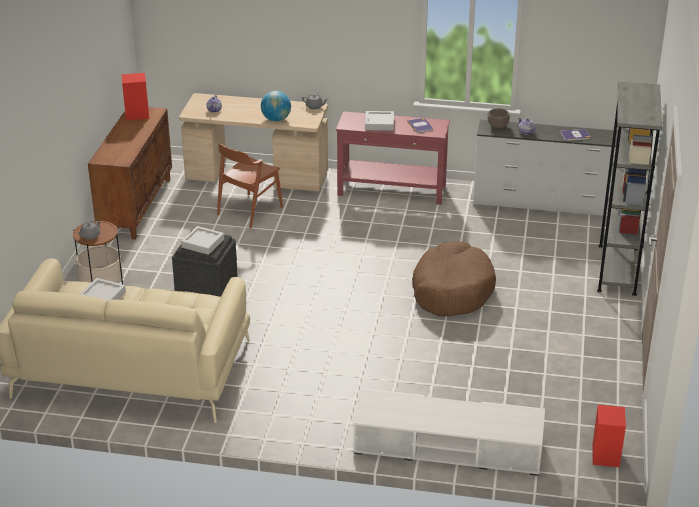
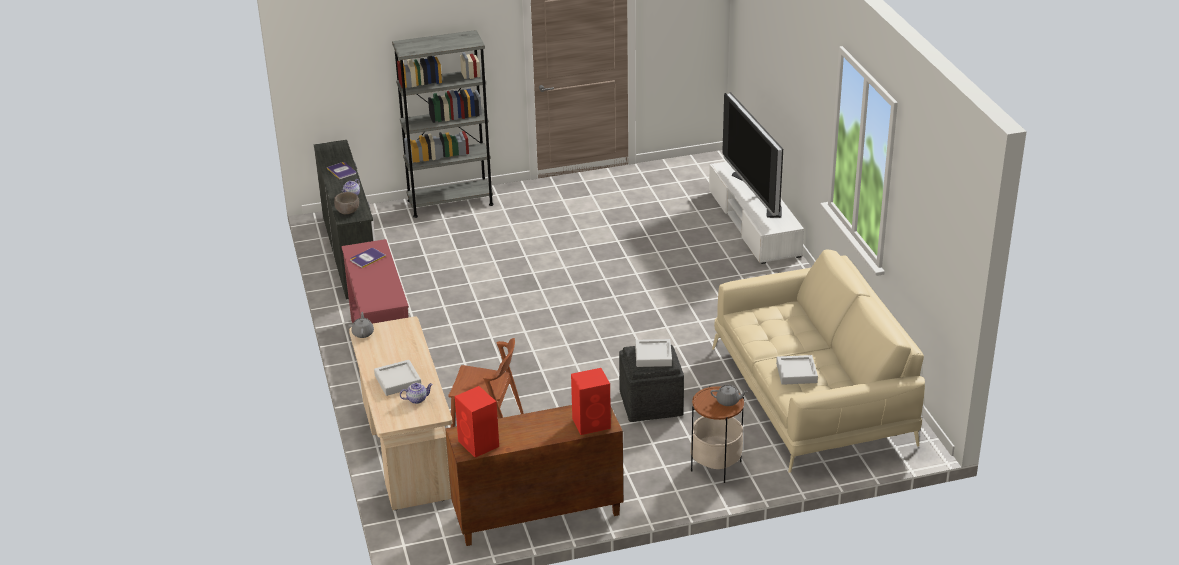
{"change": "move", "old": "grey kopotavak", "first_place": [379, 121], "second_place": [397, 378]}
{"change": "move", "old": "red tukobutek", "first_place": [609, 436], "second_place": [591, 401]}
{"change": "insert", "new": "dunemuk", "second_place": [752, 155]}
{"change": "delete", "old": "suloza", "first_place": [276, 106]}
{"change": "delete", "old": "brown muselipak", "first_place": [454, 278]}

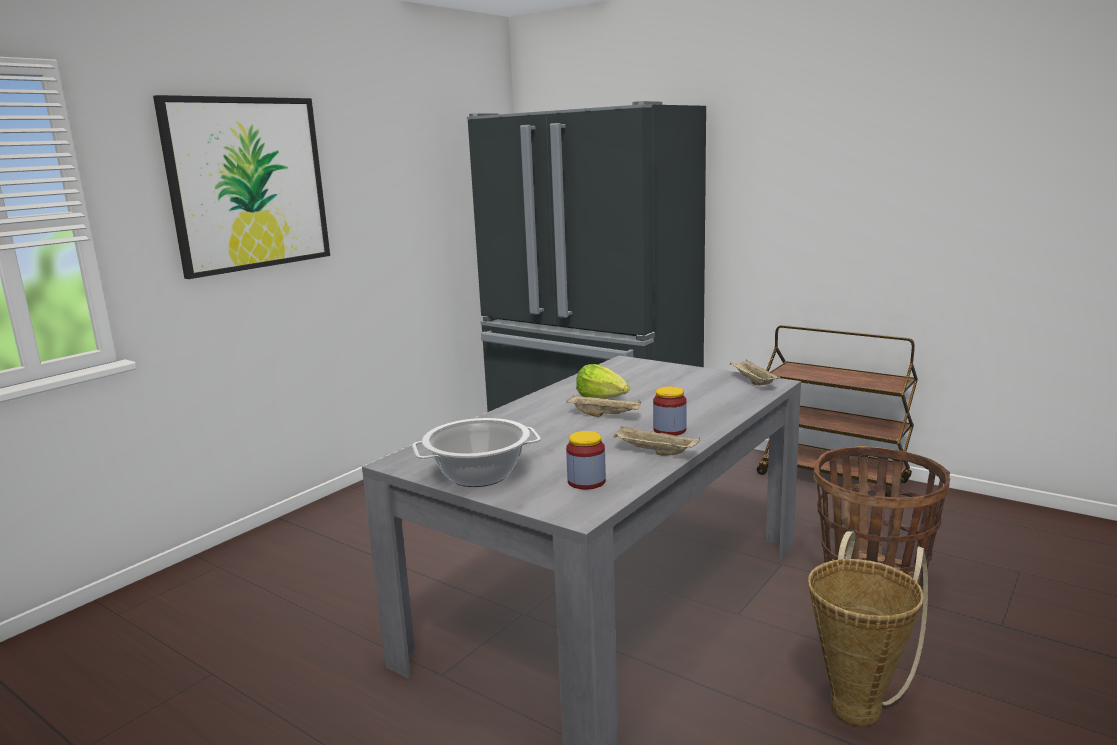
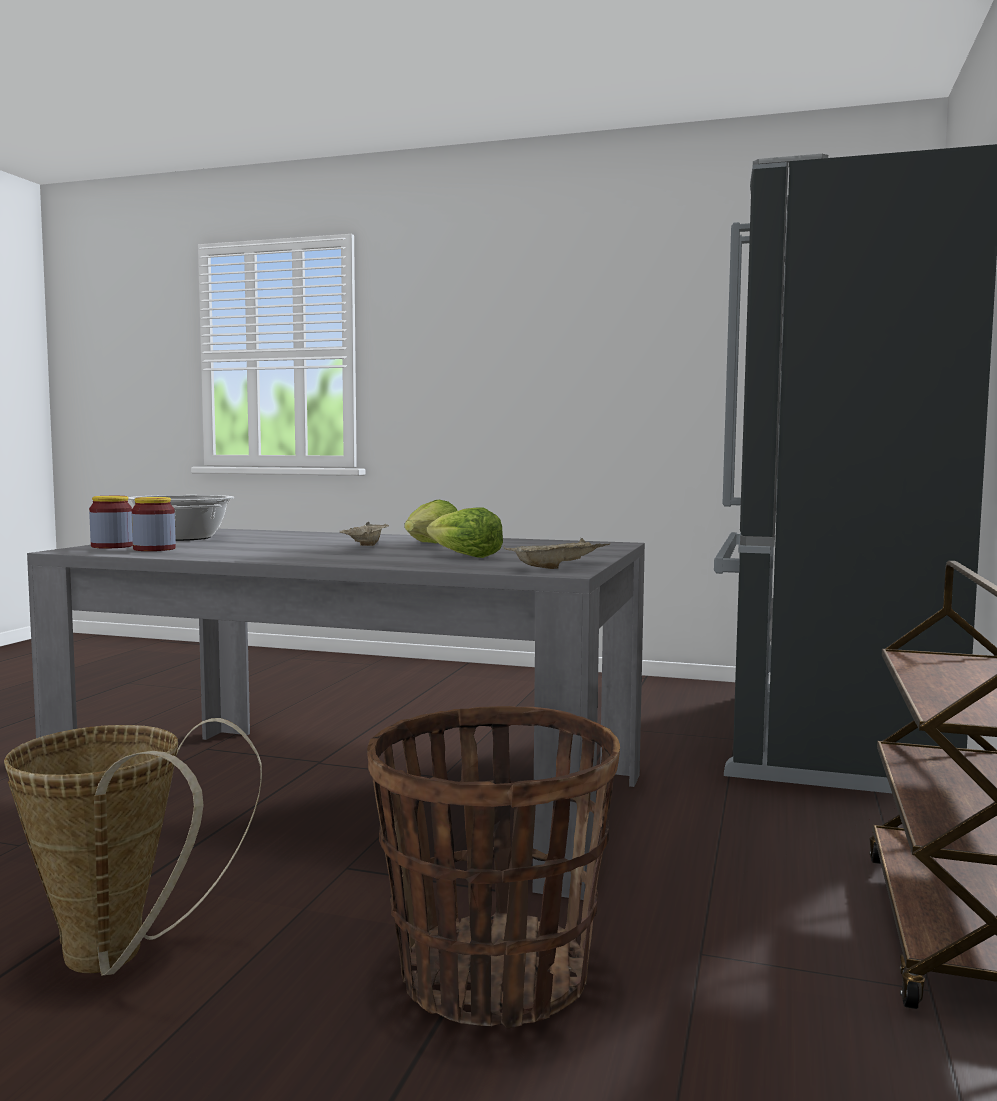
{"change": "move", "old": "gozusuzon", "first_place": [670, 411], "second_place": [111, 522]}
{"change": "insert", "new": "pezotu", "second_place": [465, 532]}
{"change": "delete", "old": "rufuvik", "first_place": [241, 187]}
{"change": "delete", "old": "beige kopotavak", "first_place": [657, 441]}

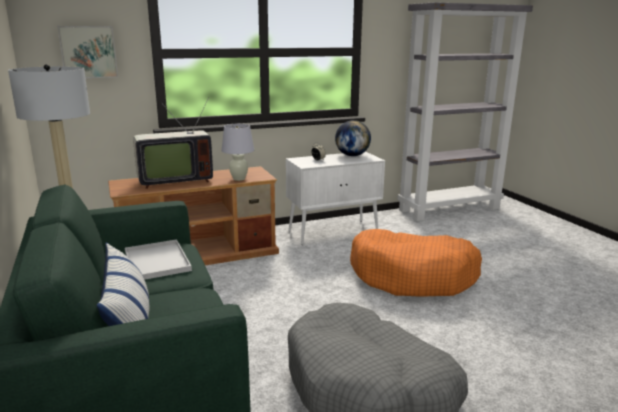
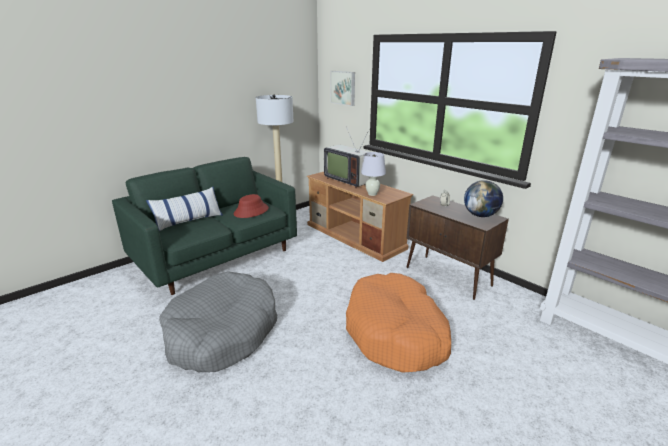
{"change": "replace", "old": "white kopotavak", "new": "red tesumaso", "first_place": [158, 259], "second_place": [251, 206]}
{"change": "recolor", "old": "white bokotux", "new": "brown bokotux", "first_place": [335, 198], "second_place": [458, 247]}

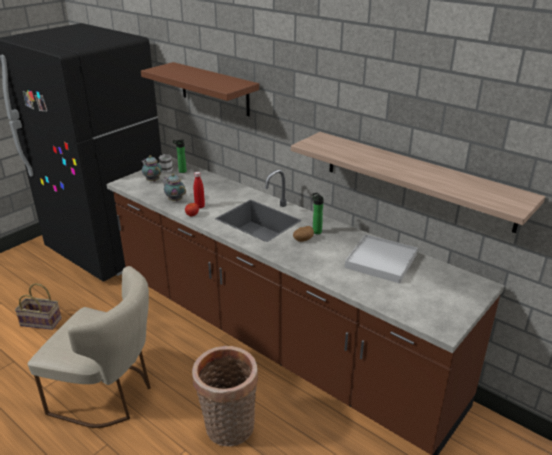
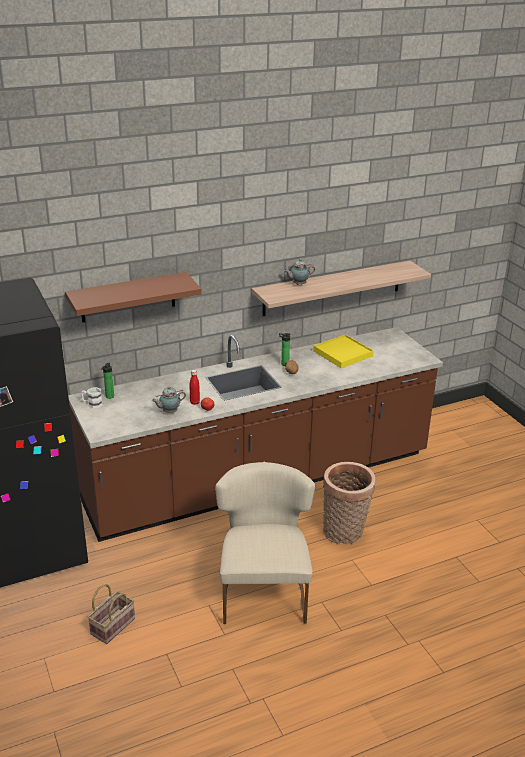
{"change": "rotate", "old": "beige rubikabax", "first_place": [89, 347], "second_place": [265, 543], "degrees": -45}
{"change": "move", "old": "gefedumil", "first_place": [152, 168], "second_place": [299, 271]}
{"change": "recolor", "old": "white kopotavak", "new": "yellow kopotavak", "first_place": [381, 259], "second_place": [343, 351]}

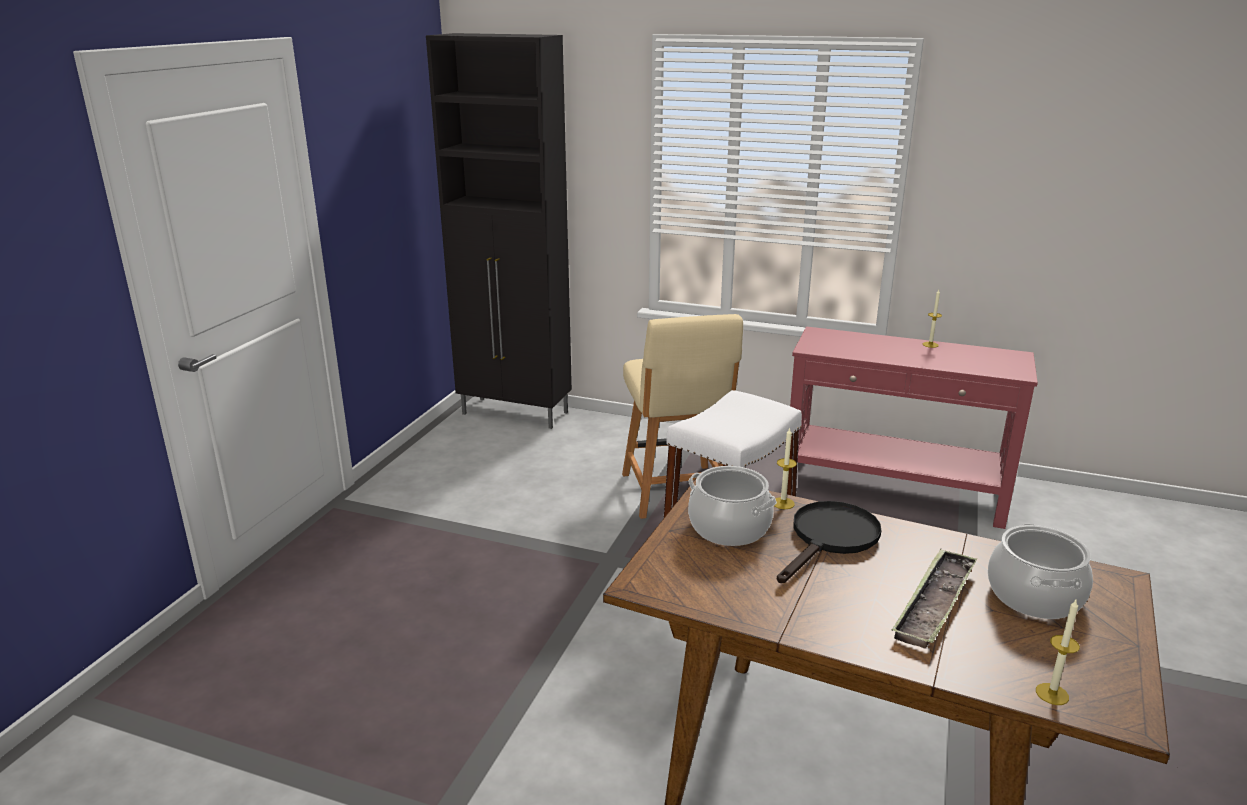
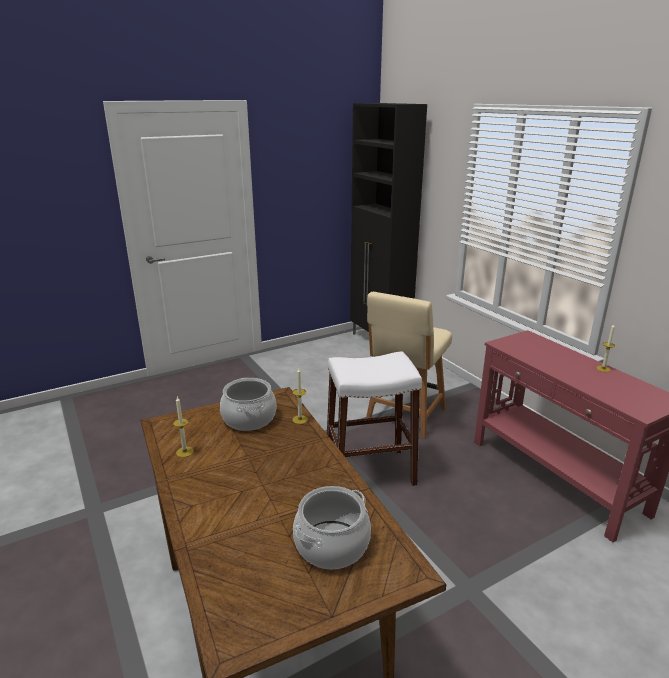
{"change": "move", "old": "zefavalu", "first_place": [1058, 652], "second_place": [183, 427]}
{"change": "delete", "old": "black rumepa", "first_place": [829, 542]}
{"change": "delete", "old": "kopotavak", "first_place": [934, 599]}

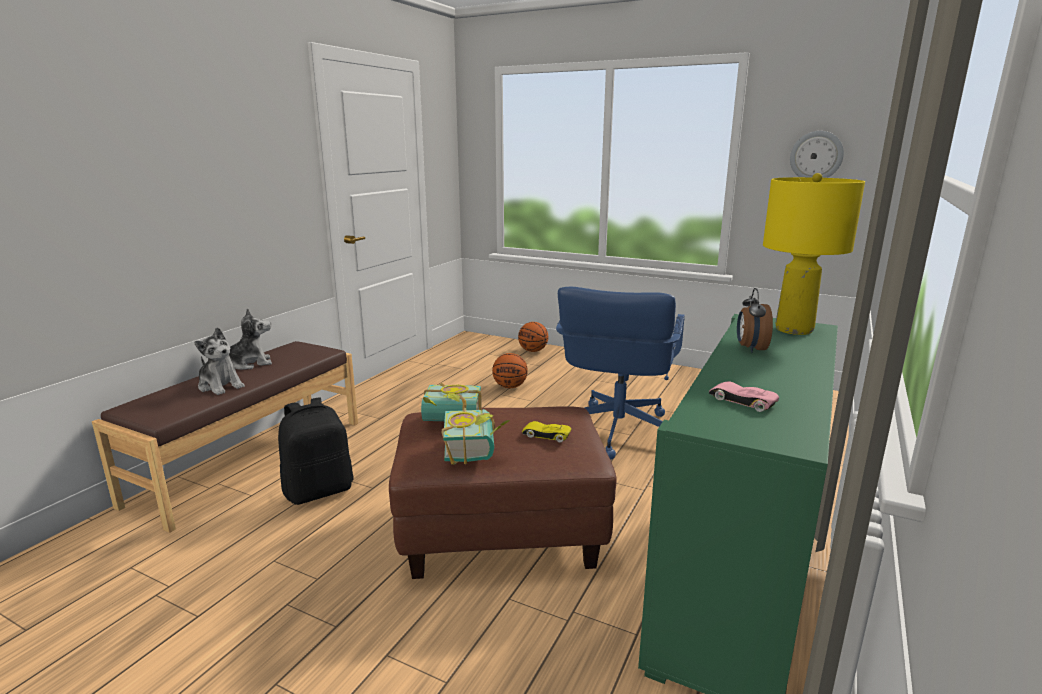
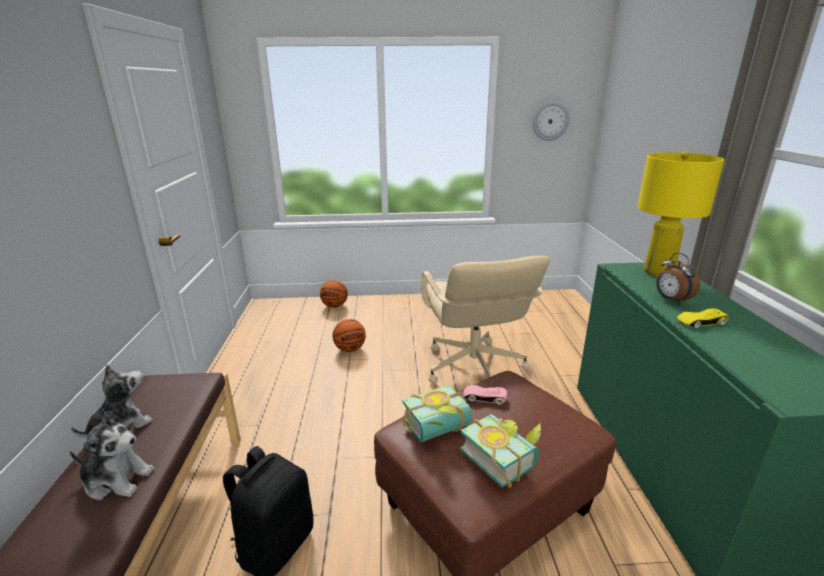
{"change": "recolor", "old": "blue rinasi", "new": "beige rinasi", "first_place": [620, 373], "second_place": [485, 320]}
{"change": "move", "old": "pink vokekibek", "first_place": [744, 396], "second_place": [485, 394]}
{"change": "move", "old": "yellow vokekibek", "first_place": [546, 432], "second_place": [703, 318]}

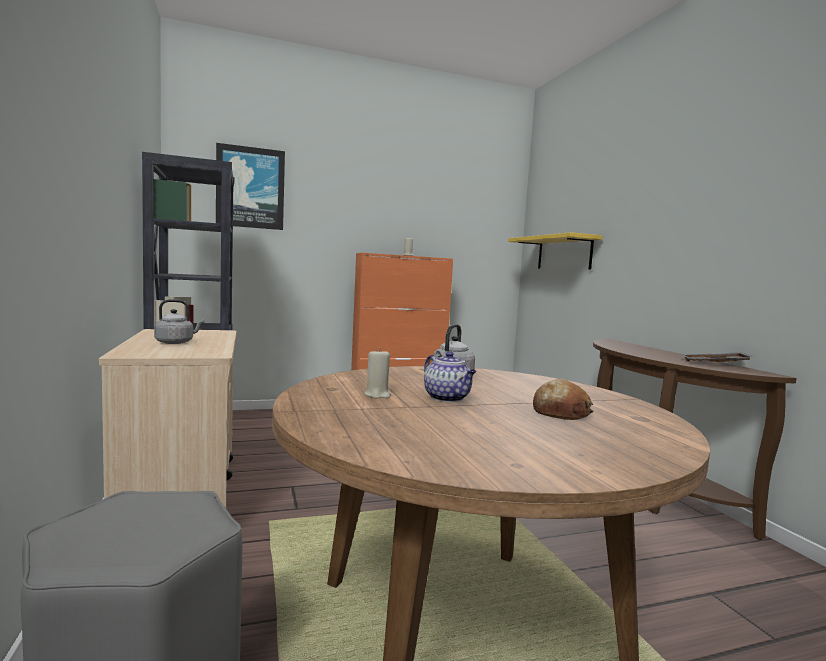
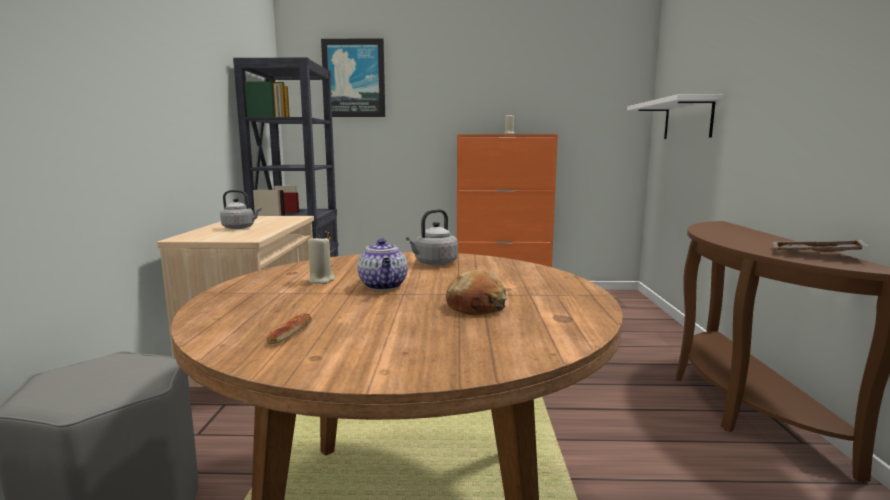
{"change": "insert", "new": "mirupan", "second_place": [289, 328]}
{"change": "recolor", "old": "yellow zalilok", "new": "white zalilok", "first_place": [555, 250], "second_place": [675, 116]}

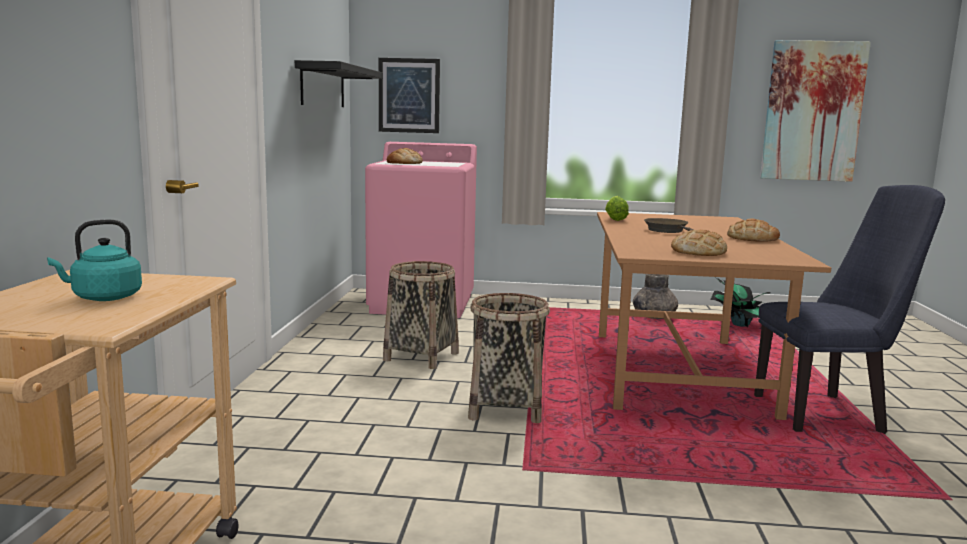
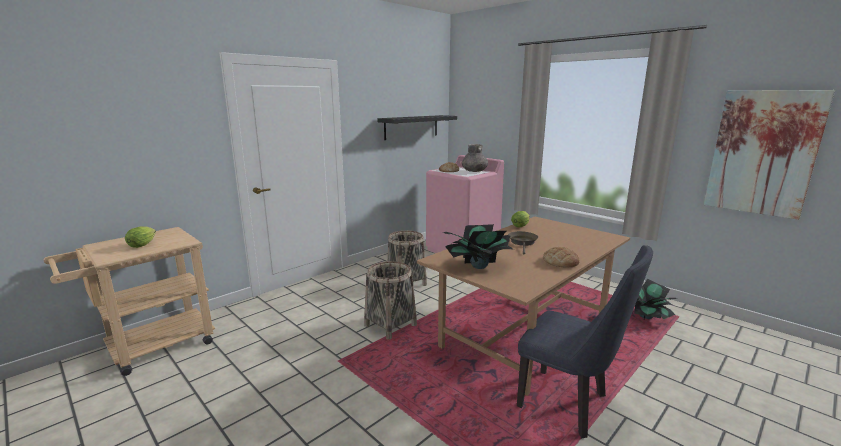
{"change": "replace", "old": "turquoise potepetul", "new": "pezotu", "first_place": [94, 260], "second_place": [140, 237]}
{"change": "replace", "old": "mirupan", "new": "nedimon", "first_place": [699, 243], "second_place": [478, 246]}
{"change": "move", "old": "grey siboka", "first_place": [655, 296], "second_place": [475, 158]}
{"change": "delete", "old": "rufuvik", "first_place": [409, 95]}

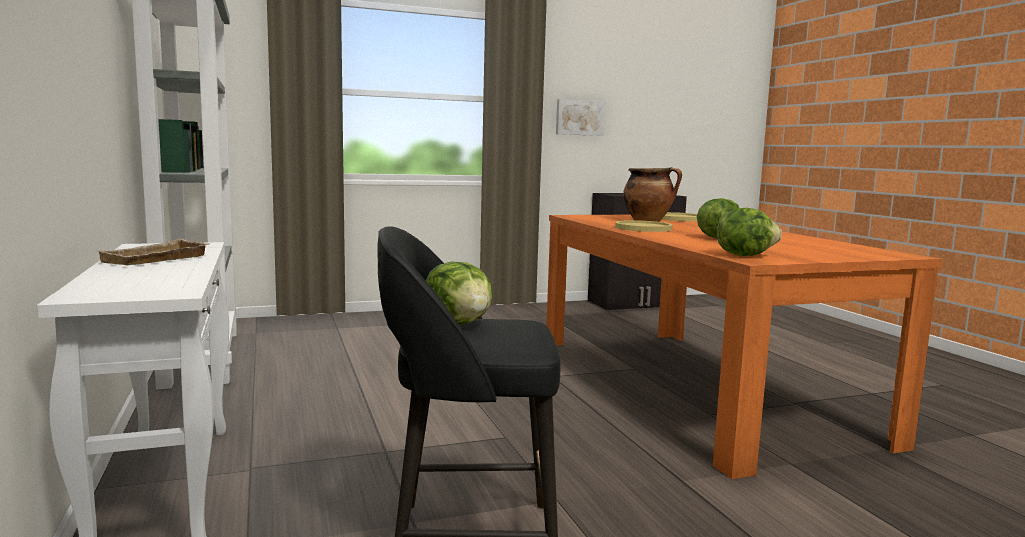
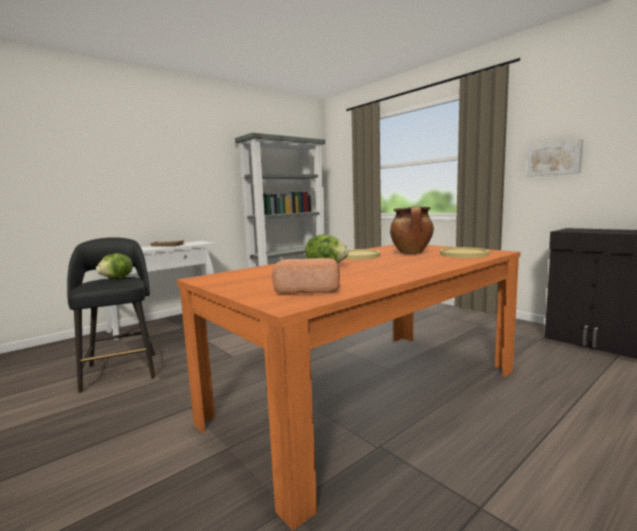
{"change": "insert", "new": "mirupan", "second_place": [306, 276]}
{"change": "delete", "old": "pezotu", "first_place": [749, 232]}

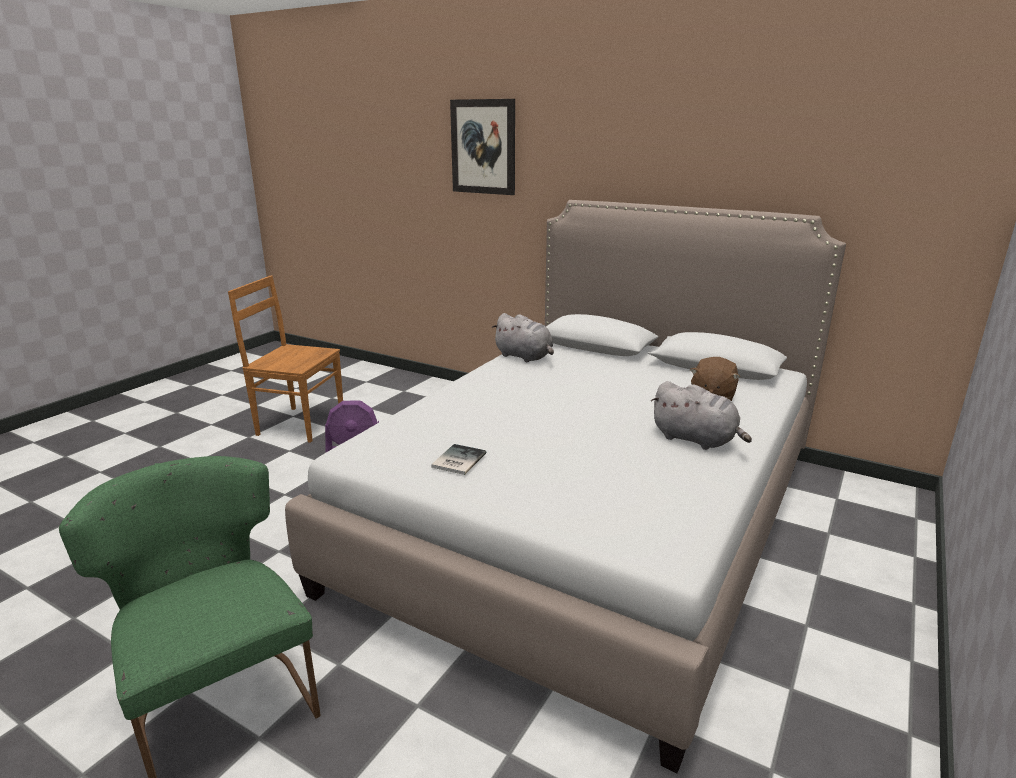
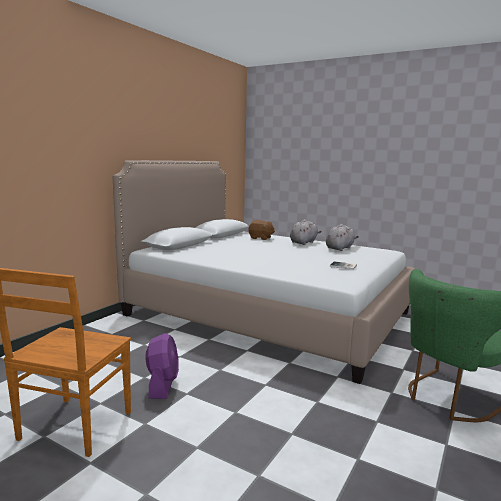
{"change": "move", "old": "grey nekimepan", "first_place": [522, 337], "second_place": [342, 237]}
{"change": "delete", "old": "rufuvik", "first_place": [482, 147]}

